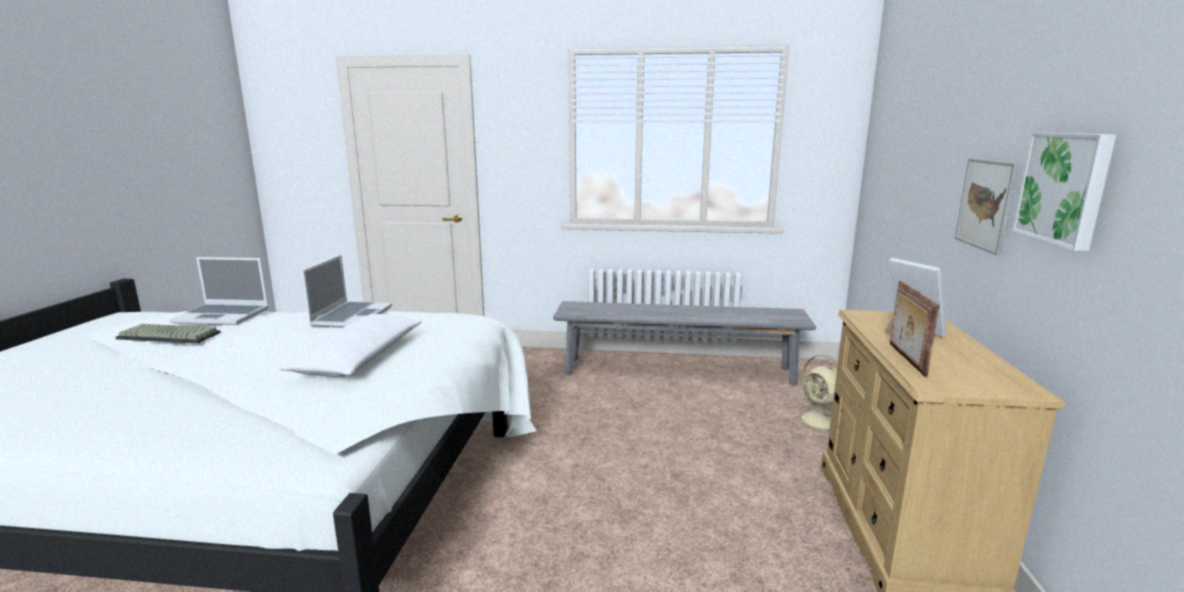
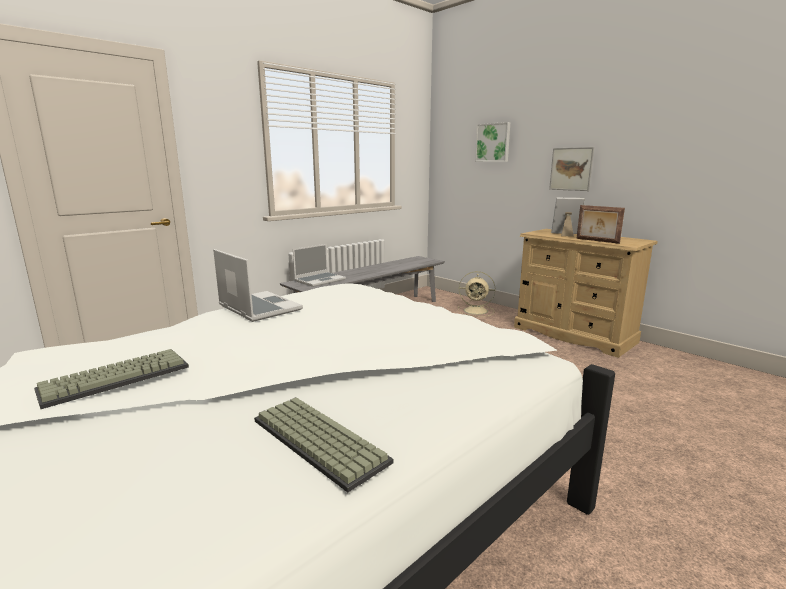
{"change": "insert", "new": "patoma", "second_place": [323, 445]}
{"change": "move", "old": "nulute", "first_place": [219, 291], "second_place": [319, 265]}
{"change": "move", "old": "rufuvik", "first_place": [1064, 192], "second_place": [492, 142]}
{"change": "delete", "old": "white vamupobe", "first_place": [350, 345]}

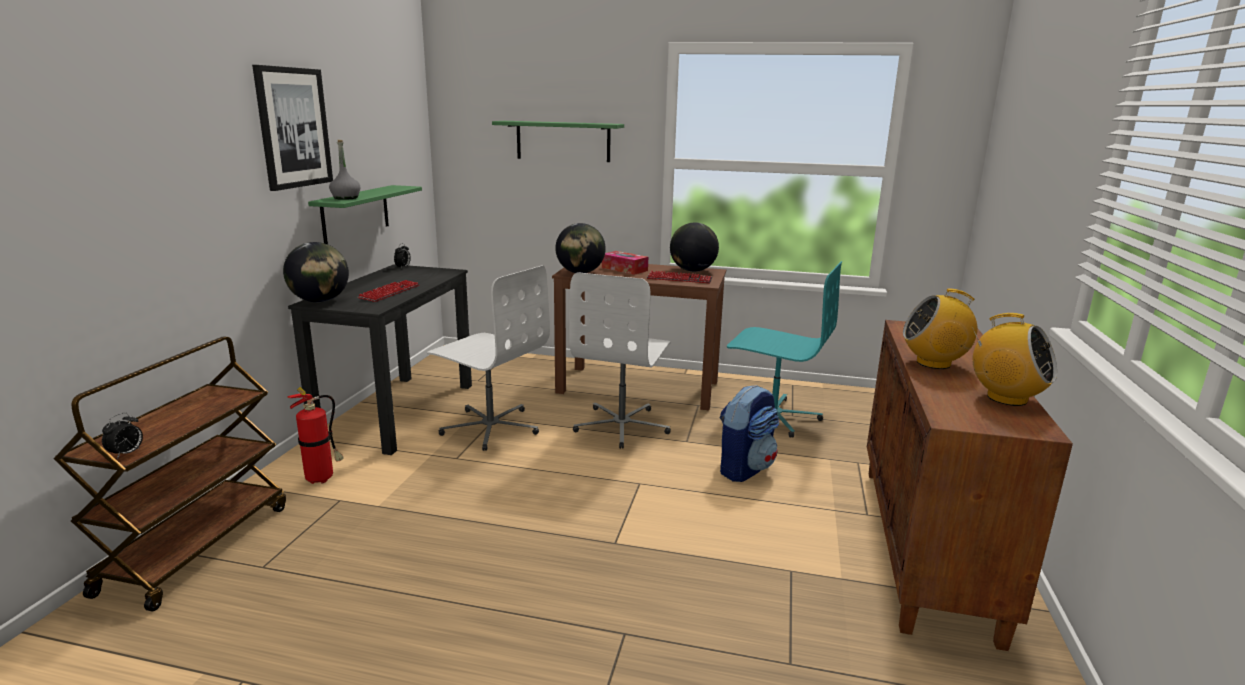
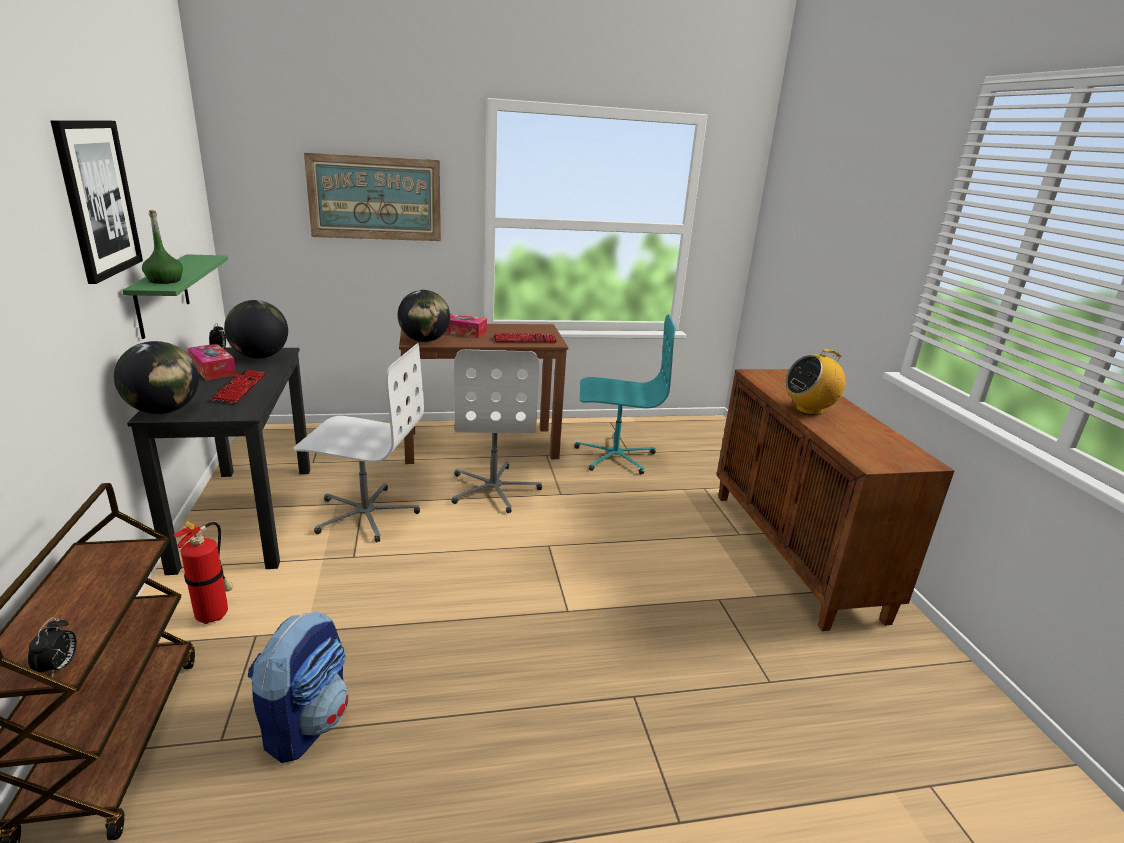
{"change": "recolor", "old": "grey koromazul", "new": "green koromazul", "first_place": [345, 170], "second_place": [162, 247]}
{"change": "insert", "new": "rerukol", "second_place": [212, 362]}
{"change": "move", "old": "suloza", "first_place": [694, 247], "second_place": [256, 329]}
{"change": "move", "old": "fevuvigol", "first_place": [749, 433], "second_place": [298, 687]}
{"change": "replace", "old": "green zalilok", "new": "rufuvik", "first_place": [558, 141], "second_place": [372, 197]}
{"change": "delete", "old": "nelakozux", "first_place": [1014, 359]}

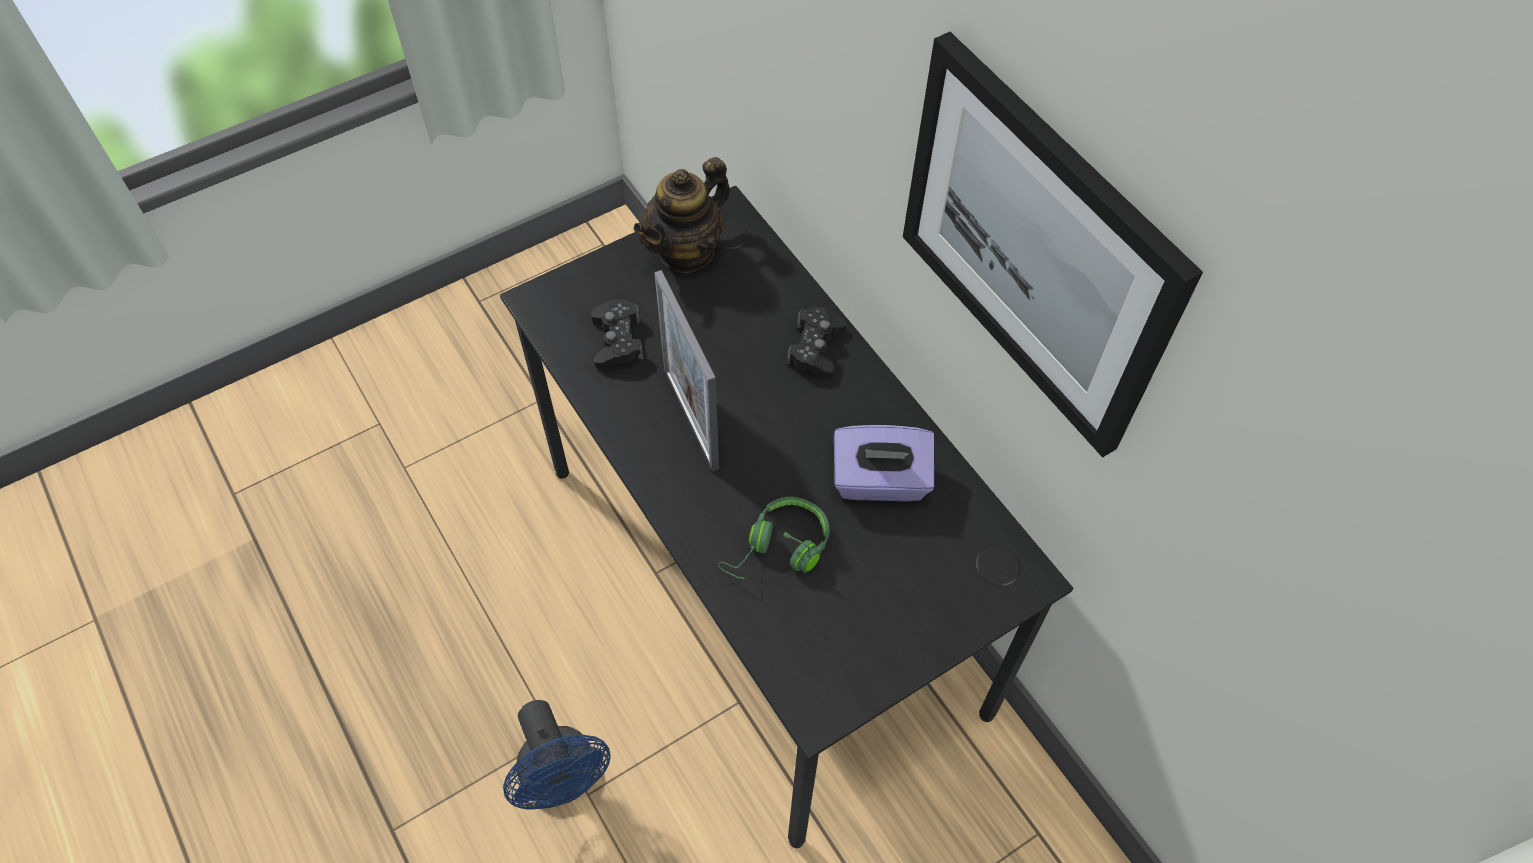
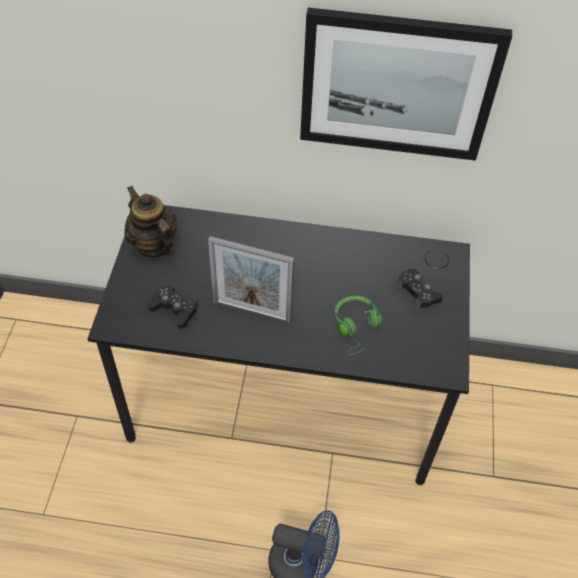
{"change": "rotate", "old": "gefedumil", "first_place": [681, 215], "second_place": [150, 222], "degrees": 150}
{"change": "move", "old": "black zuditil", "first_place": [816, 343], "second_place": [419, 290]}
{"change": "delete", "old": "purple rerukol", "first_place": [884, 463]}

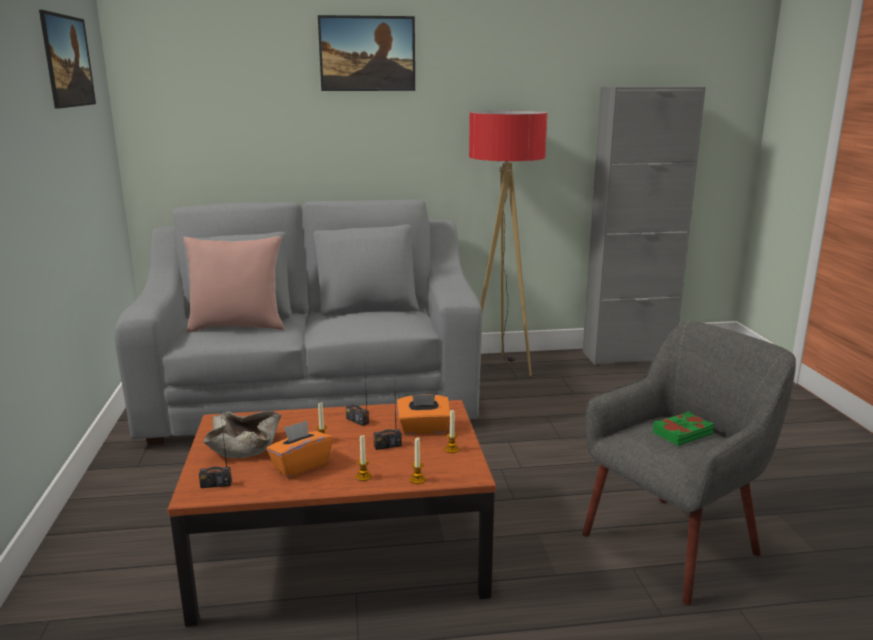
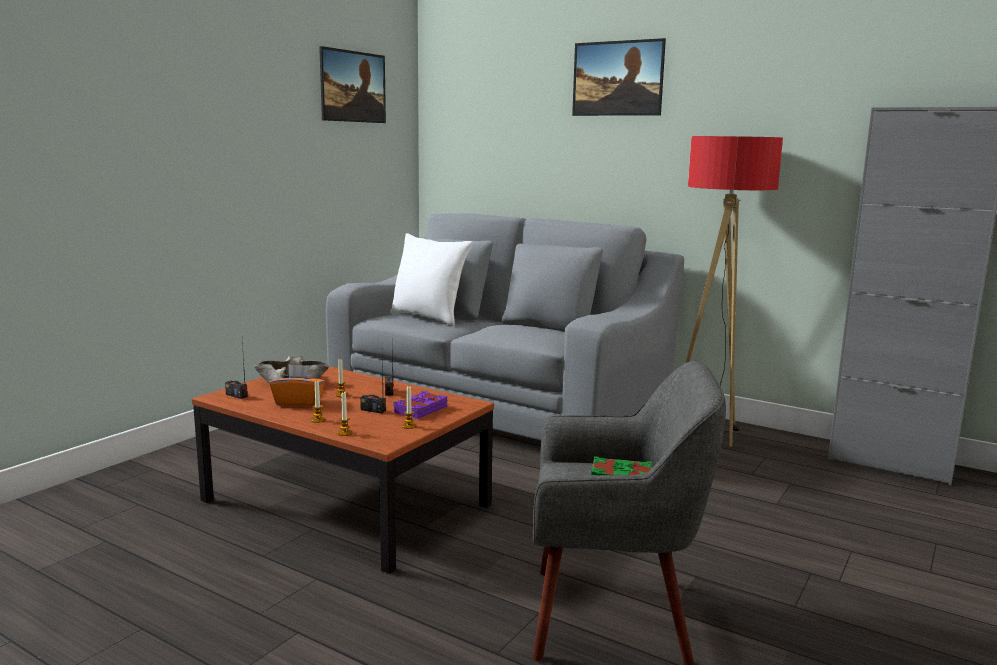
{"change": "recolor", "old": "pink vamupobe", "new": "white vamupobe", "first_place": [233, 284], "second_place": [431, 279]}
{"change": "replace", "old": "orange rerukol", "new": "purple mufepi", "first_place": [423, 414], "second_place": [420, 405]}

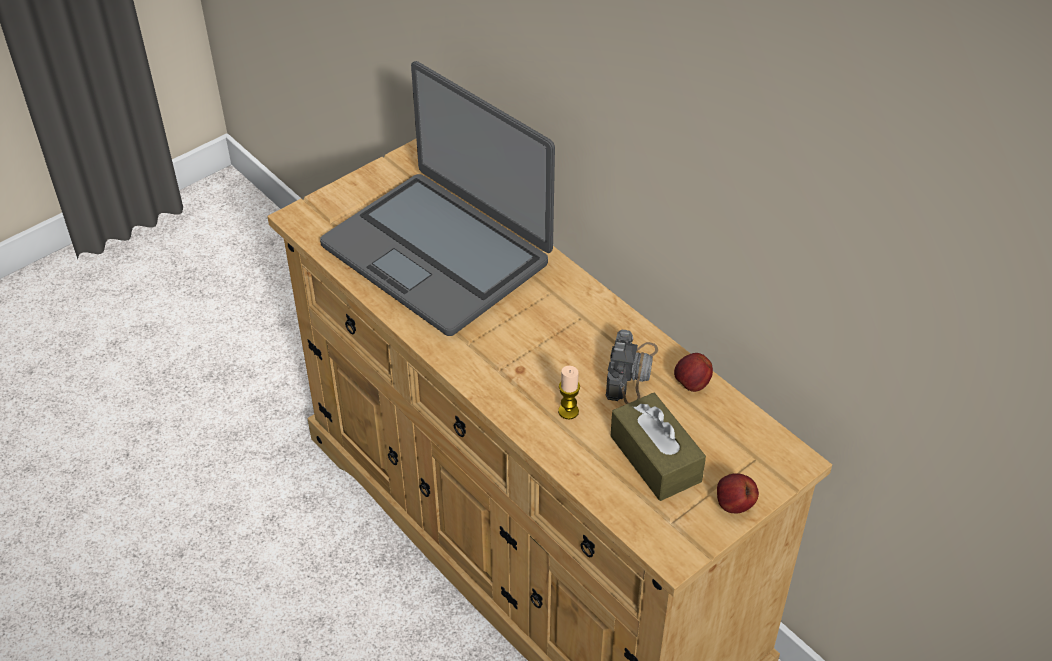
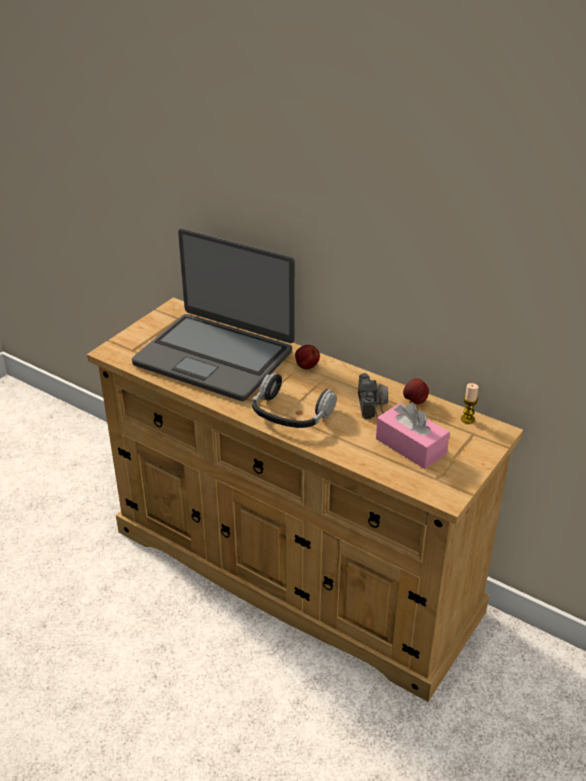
{"change": "insert", "new": "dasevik", "second_place": [294, 400]}
{"change": "move", "old": "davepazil", "first_place": [738, 493], "second_place": [307, 357]}
{"change": "recolor", "old": "brown rerukol", "new": "pink rerukol", "first_place": [658, 447], "second_place": [413, 436]}
{"change": "move", "old": "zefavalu", "first_place": [569, 392], "second_place": [470, 403]}

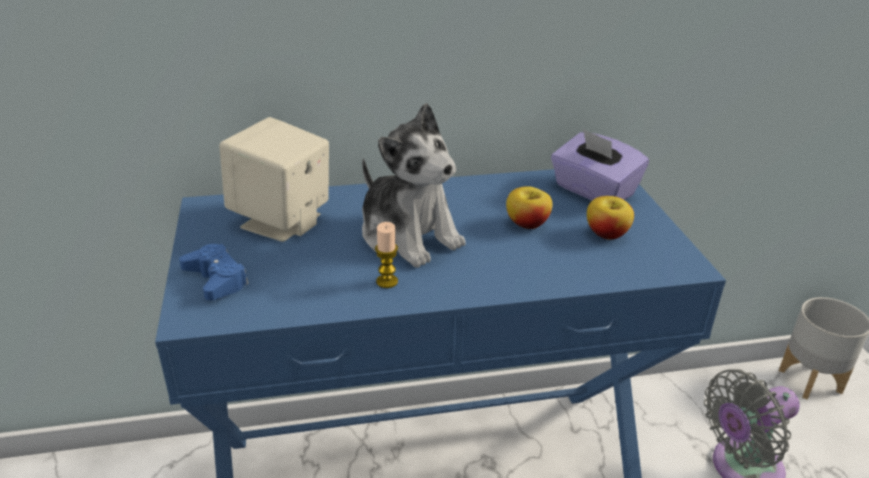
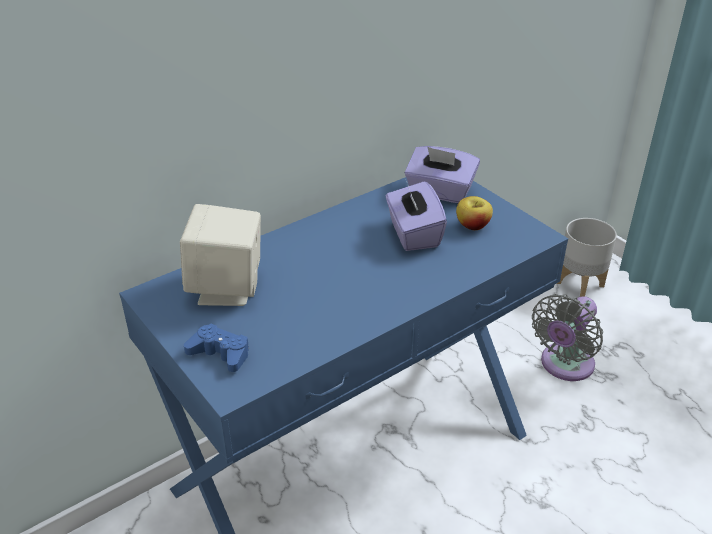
{"change": "replace", "old": "davepazil", "new": "purple rerukol", "first_place": [529, 207], "second_place": [416, 216]}
{"change": "delete", "old": "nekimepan", "first_place": [414, 185]}
{"change": "delete", "old": "zefavalu", "first_place": [386, 255]}

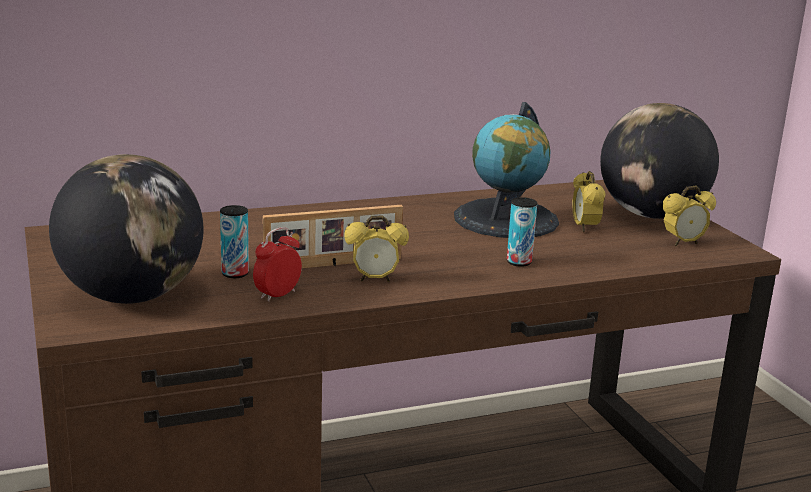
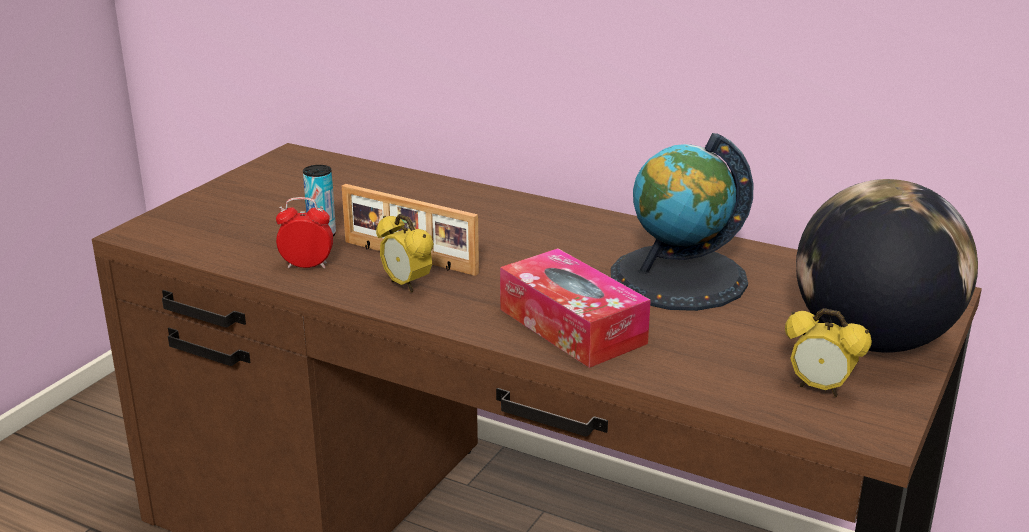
{"change": "replace", "old": "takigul", "new": "rerukol", "first_place": [522, 232], "second_place": [575, 308]}
{"change": "delete", "old": "suloza", "first_place": [126, 229]}
{"change": "delete", "old": "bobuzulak", "first_place": [588, 201]}

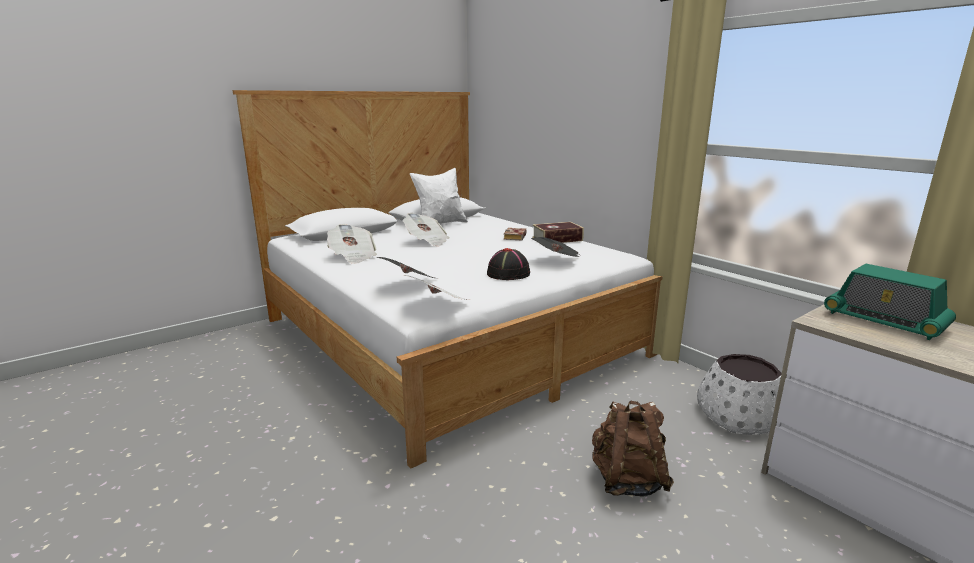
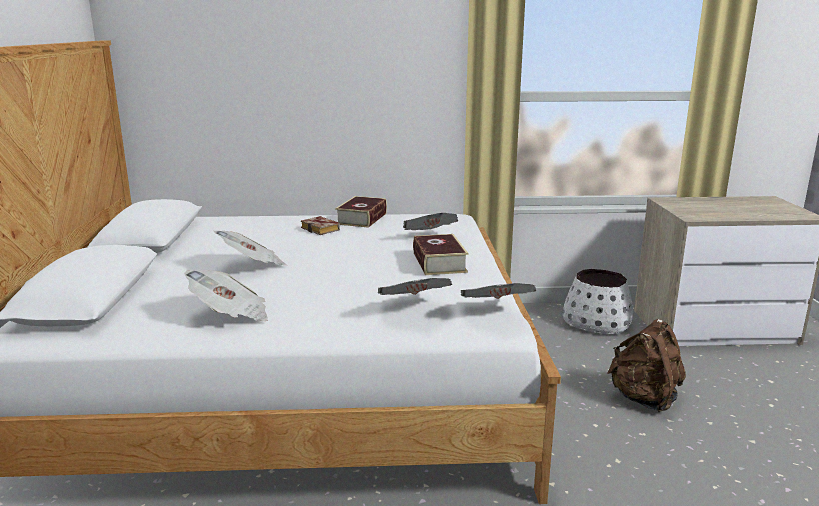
{"change": "replace", "old": "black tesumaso", "new": "mufepi", "first_place": [508, 264], "second_place": [441, 254]}
{"change": "delete", "old": "white vamupobe", "first_place": [439, 196]}
{"change": "delete", "old": "nelakozux", "first_place": [890, 302]}

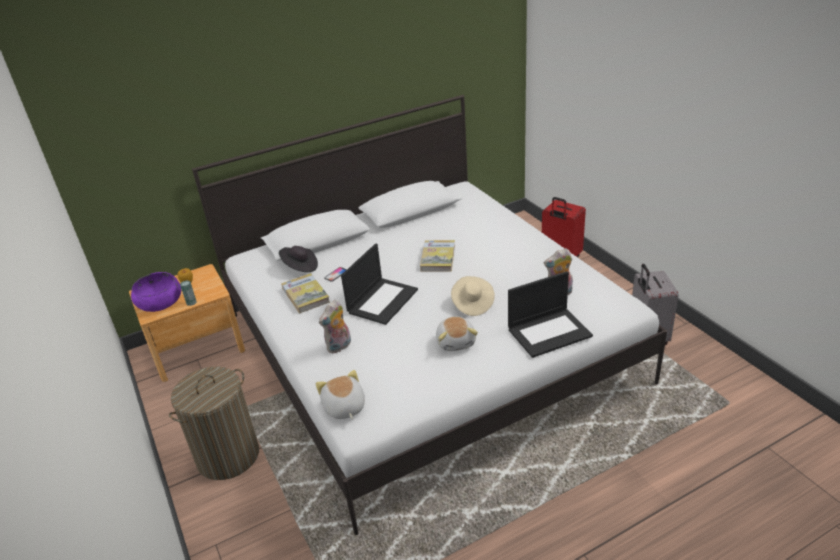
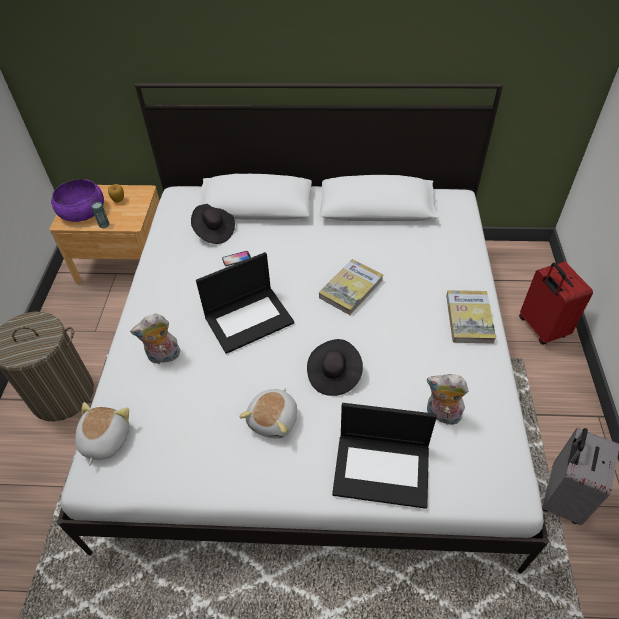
{"change": "recolor", "old": "beige tesumaso", "new": "black tesumaso", "first_place": [473, 296], "second_place": [335, 367]}
{"change": "move", "old": "mufepi", "first_place": [305, 293], "second_place": [471, 317]}

